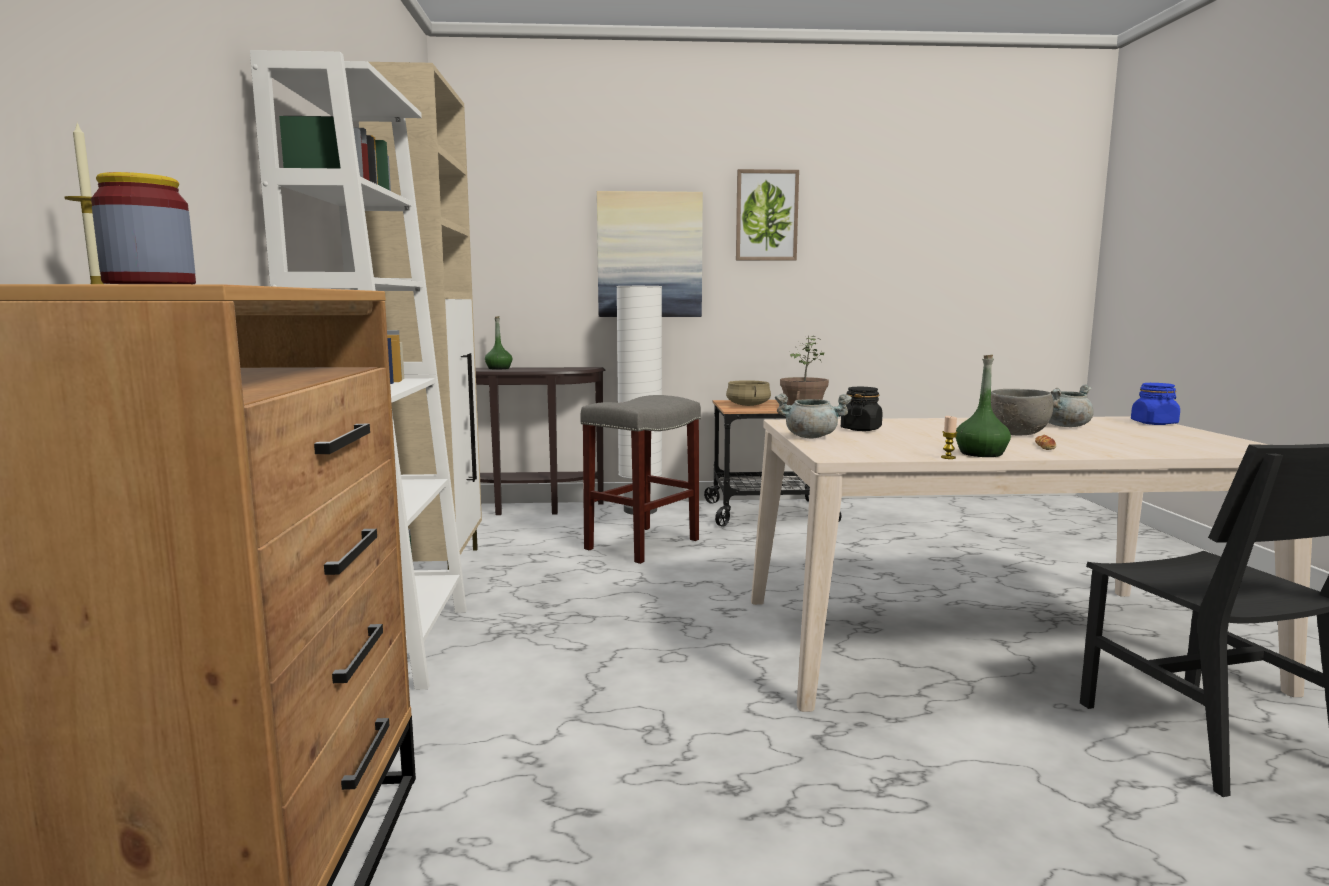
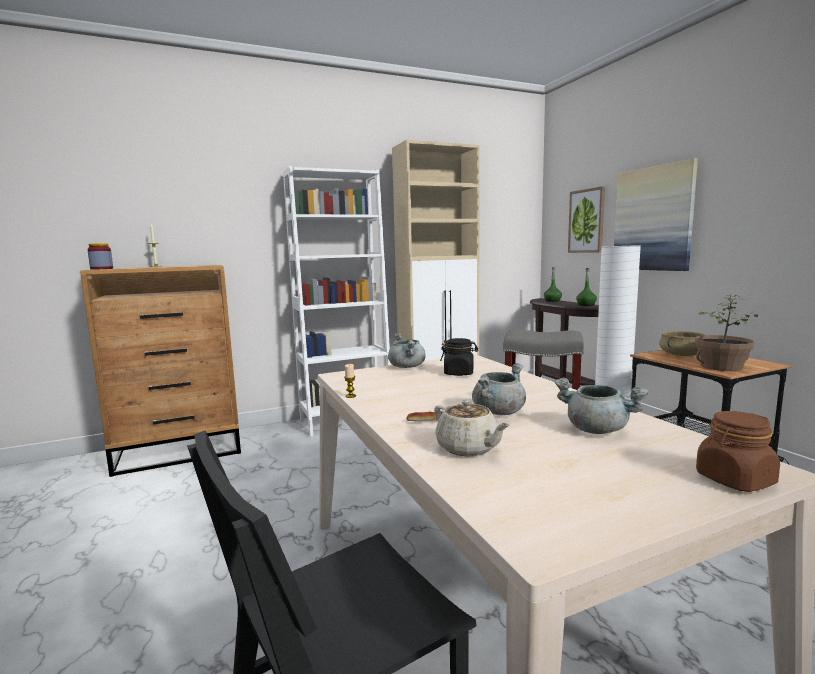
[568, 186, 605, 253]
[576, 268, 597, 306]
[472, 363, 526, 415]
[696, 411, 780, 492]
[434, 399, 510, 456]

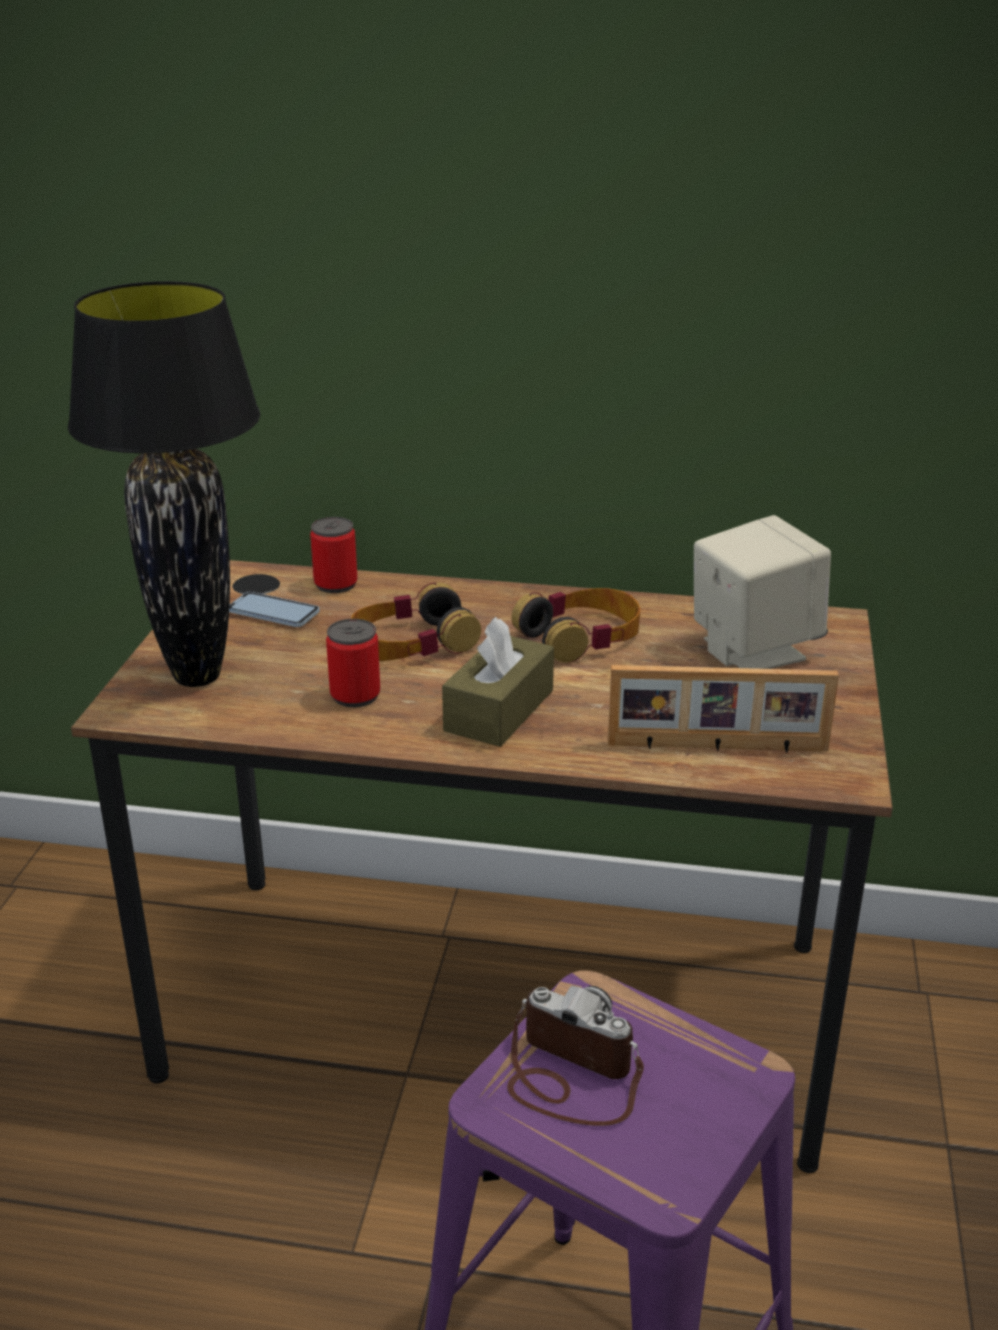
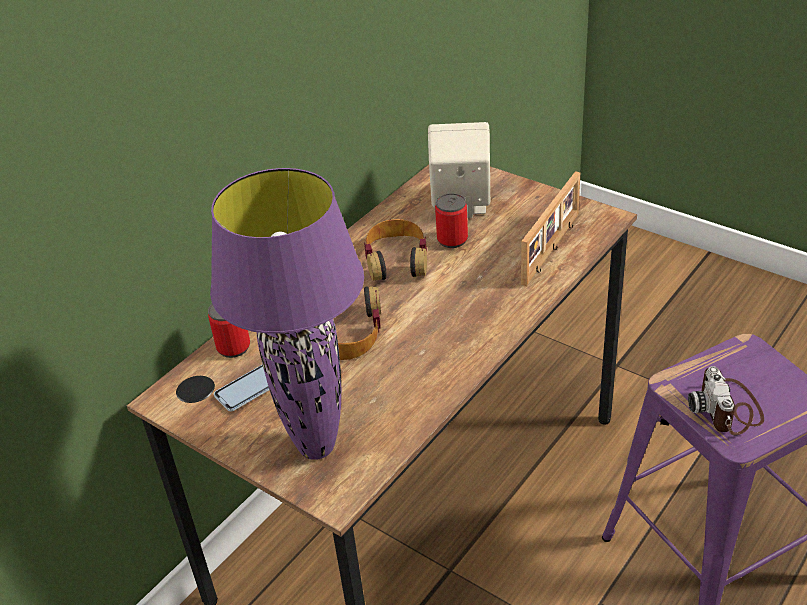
[210, 168, 364, 460]
[435, 193, 468, 248]
[442, 617, 554, 747] (first image)
[688, 366, 764, 436]

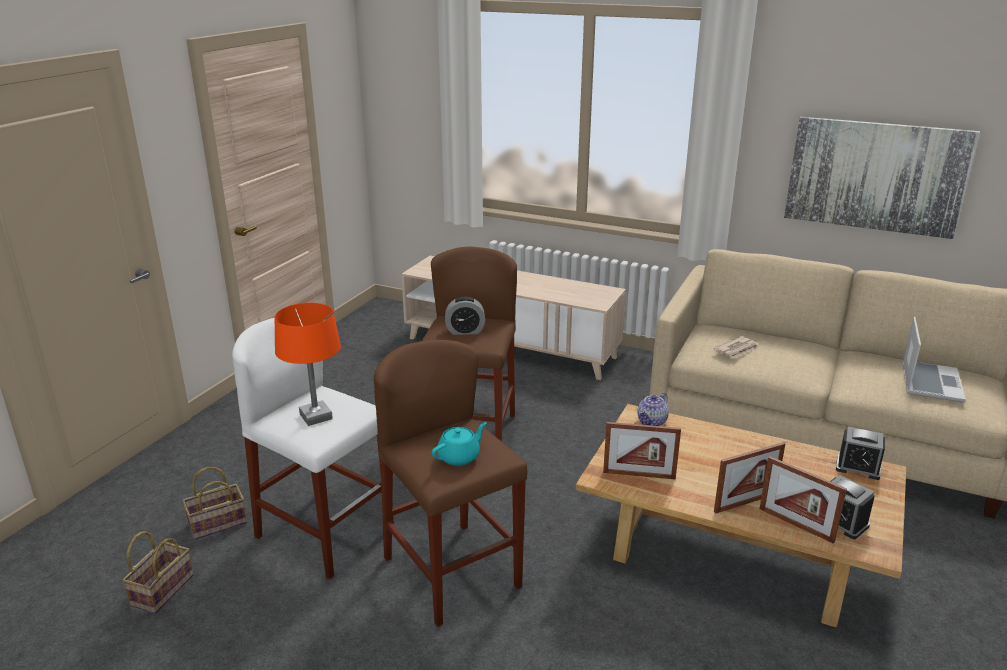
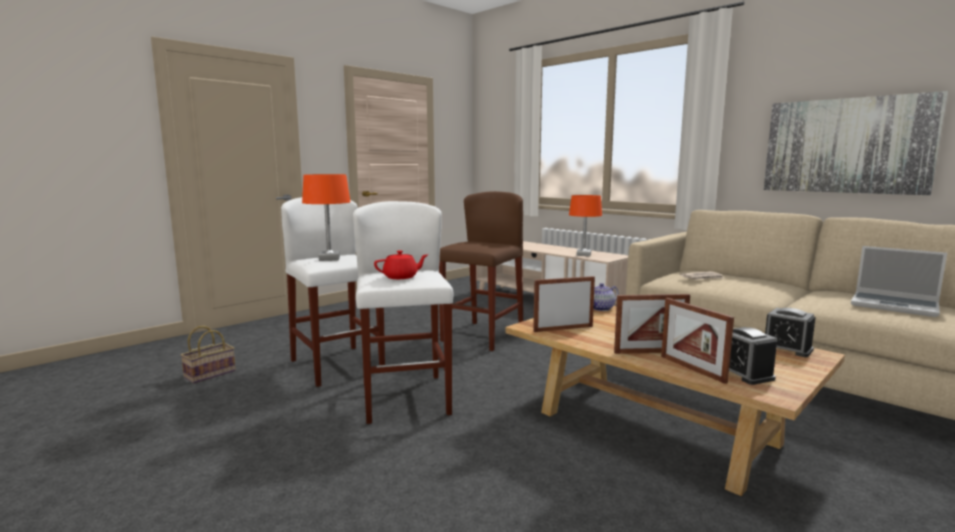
[183, 467, 247, 540] (first image)
[353, 201, 453, 424]
[374, 250, 428, 279]
[445, 297, 485, 335] (first image)
[533, 276, 595, 332]
[851, 246, 947, 317]
[569, 195, 602, 256]

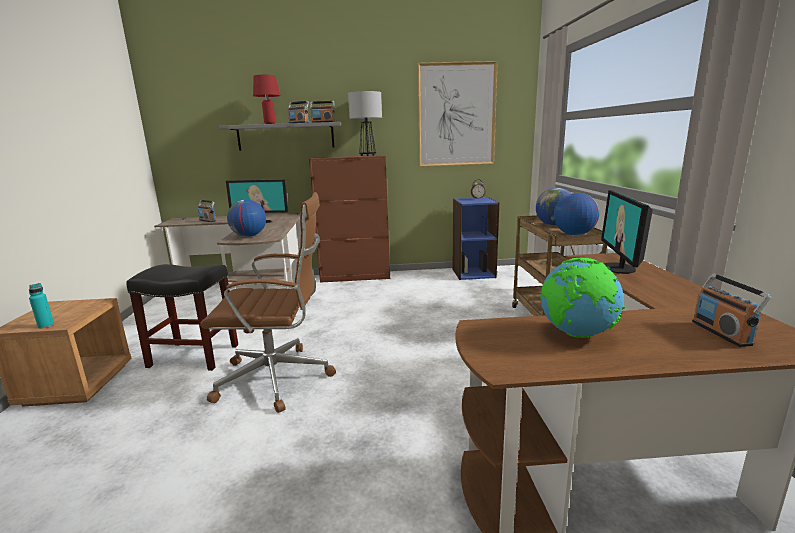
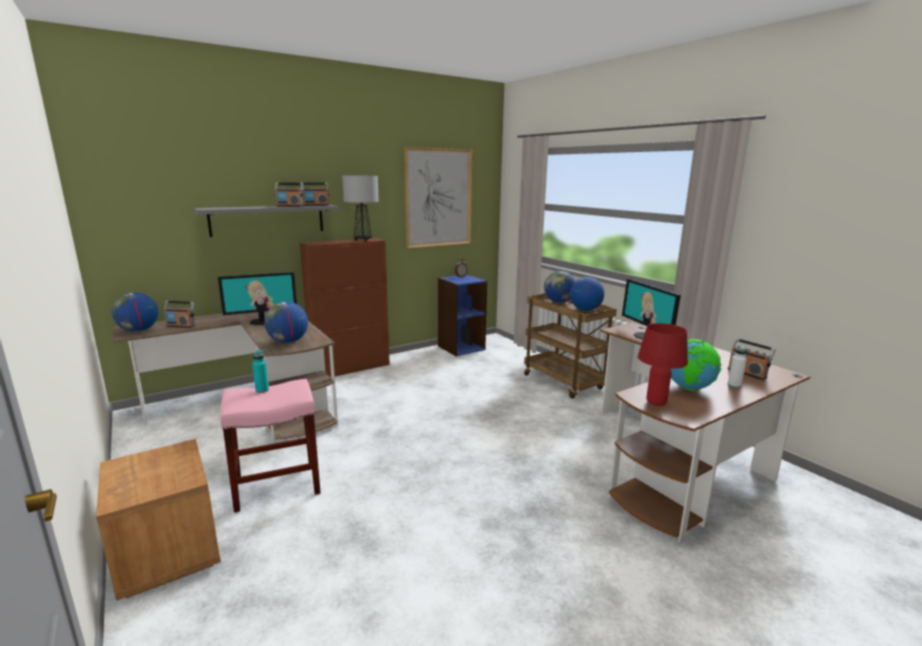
[252, 350, 269, 393]
[220, 379, 321, 513]
[200, 192, 336, 413] (first image)
[638, 323, 688, 406]
[112, 292, 159, 332]
[728, 346, 747, 388]

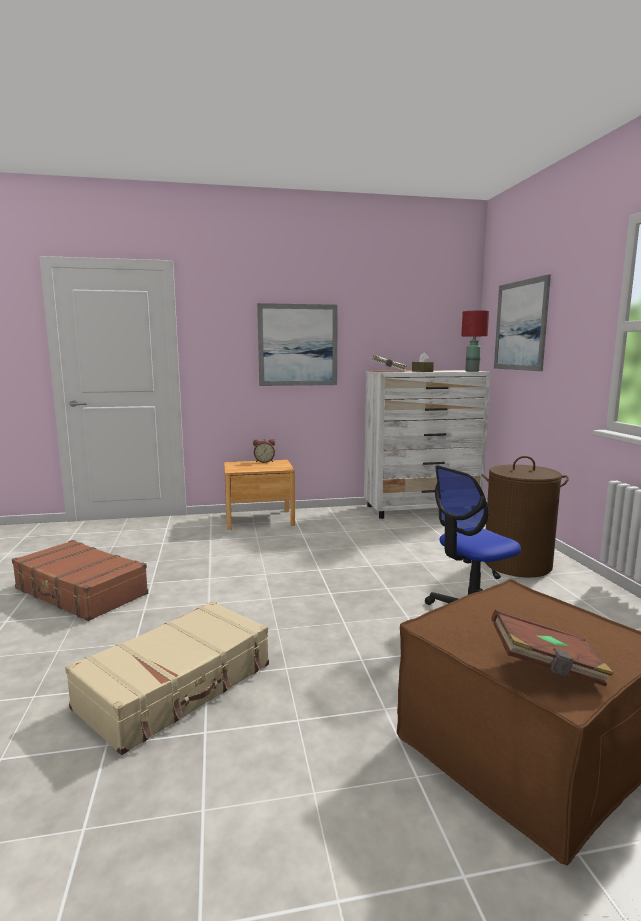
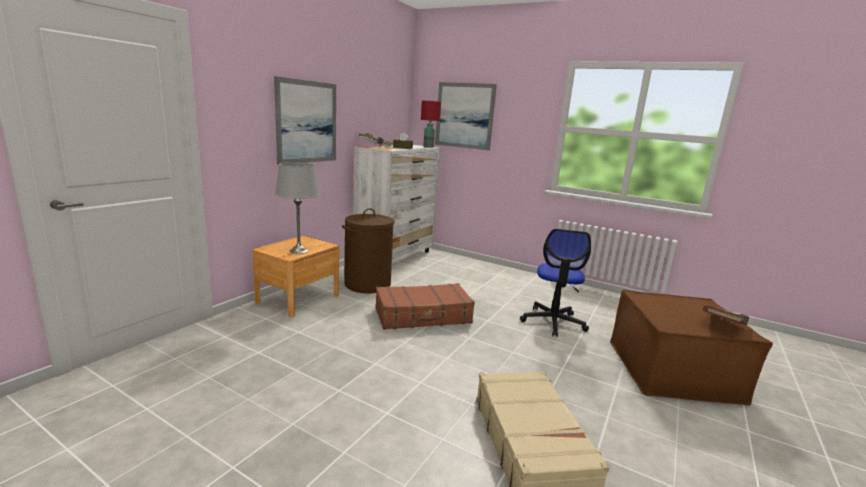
[375, 283, 475, 330]
[253, 439, 275, 463] (first image)
[342, 208, 395, 293]
[275, 162, 320, 254]

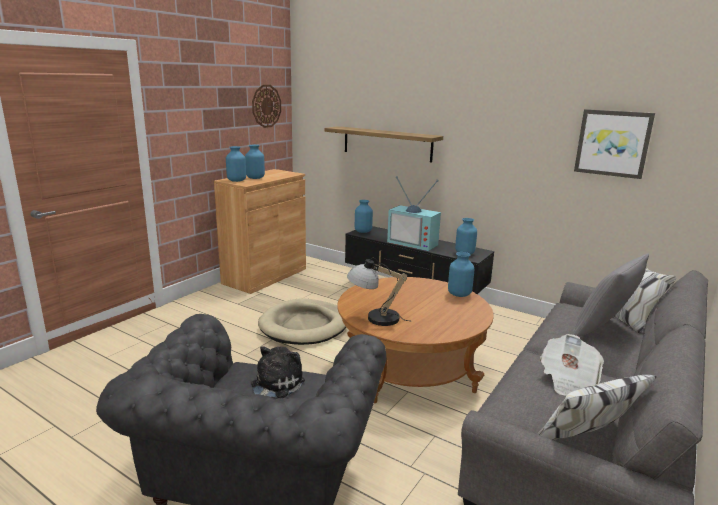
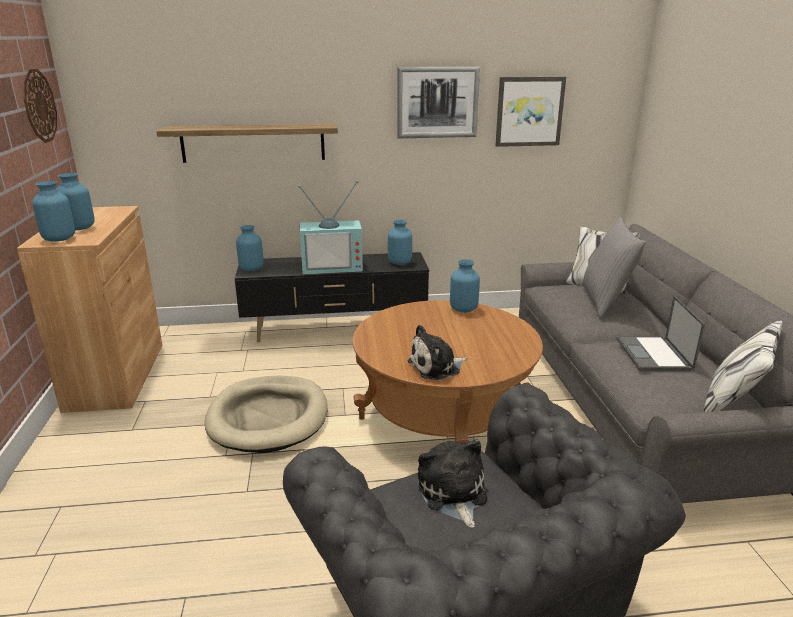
[408, 325, 467, 380]
[617, 296, 705, 371]
[397, 67, 480, 138]

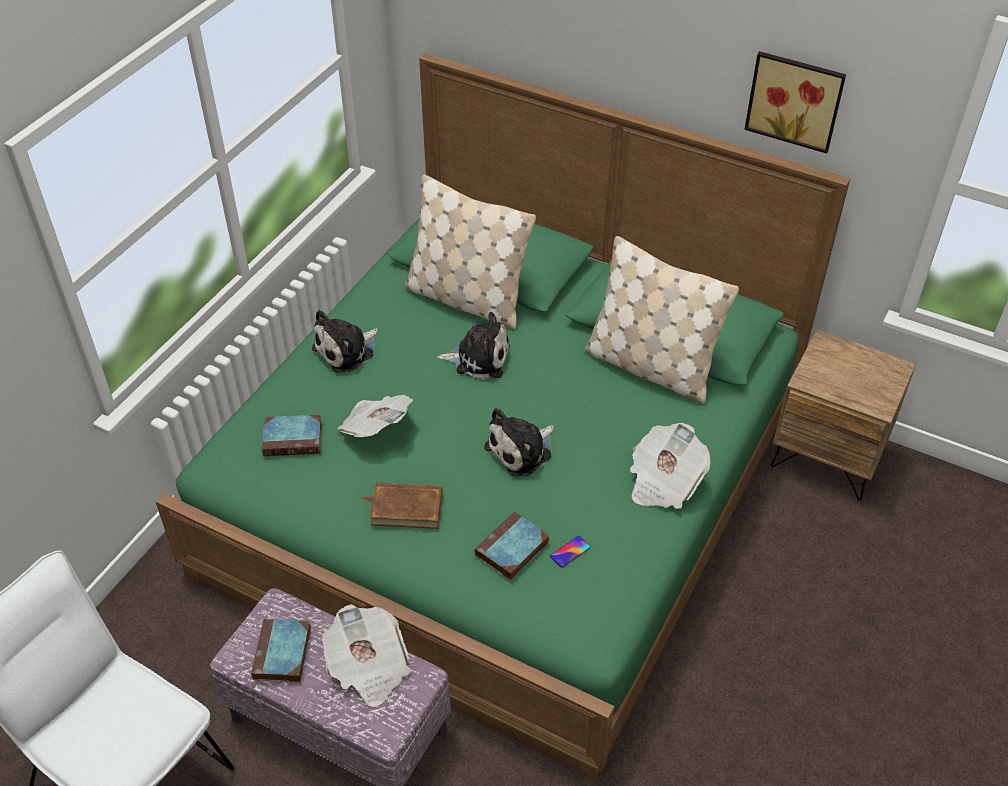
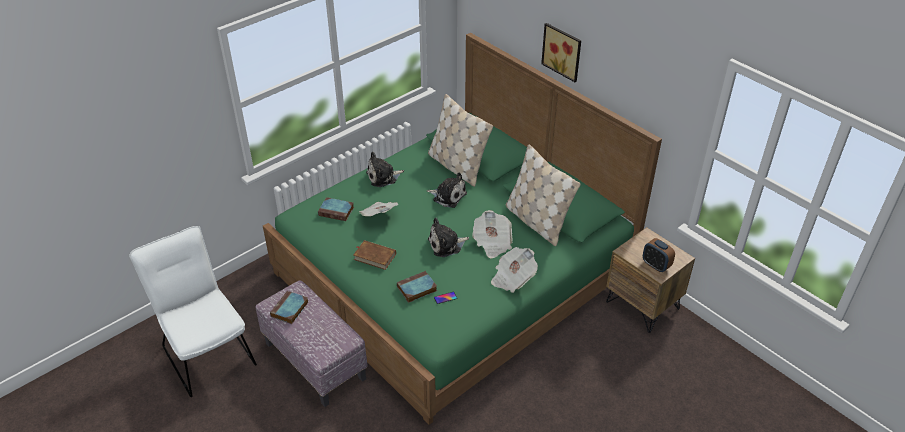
[472, 210, 513, 259]
[541, 23, 581, 82]
[643, 238, 675, 272]

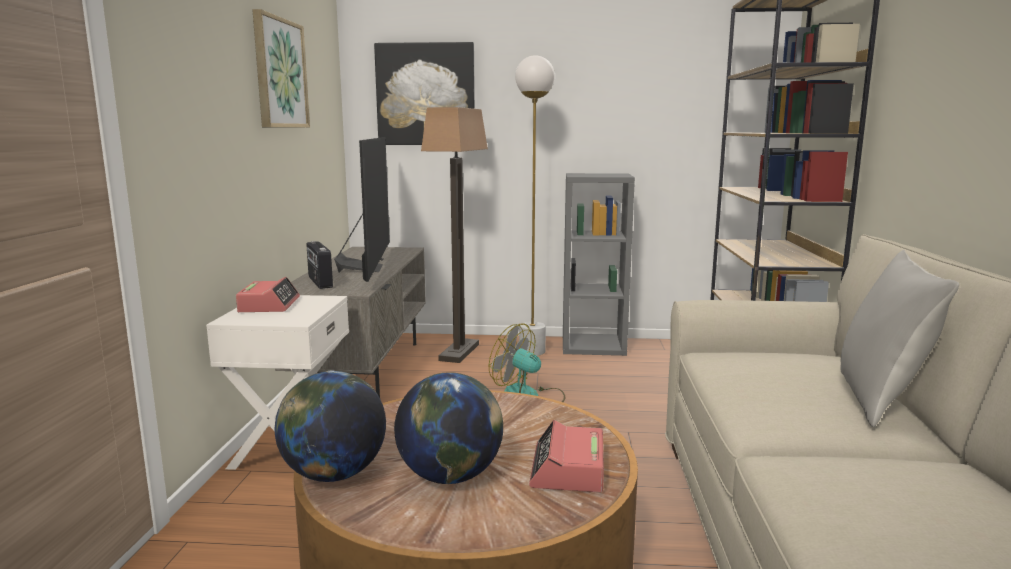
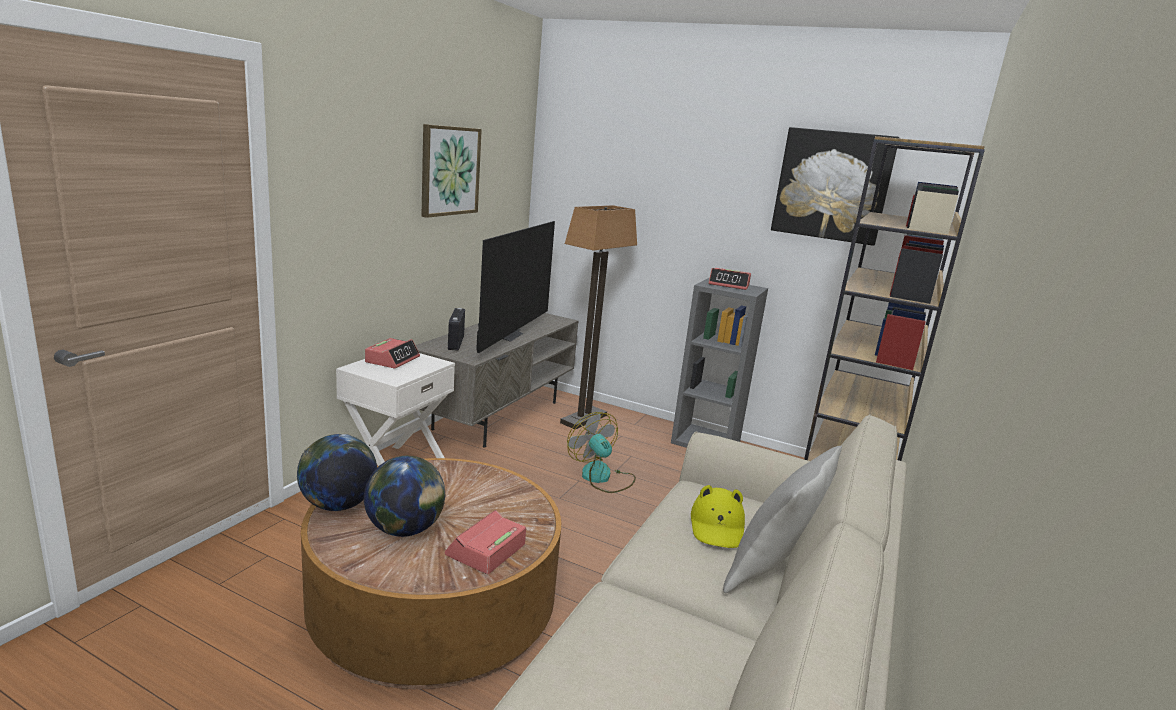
[771, 127, 899, 246]
[515, 55, 555, 356] (first image)
[691, 485, 745, 548]
[708, 268, 751, 290]

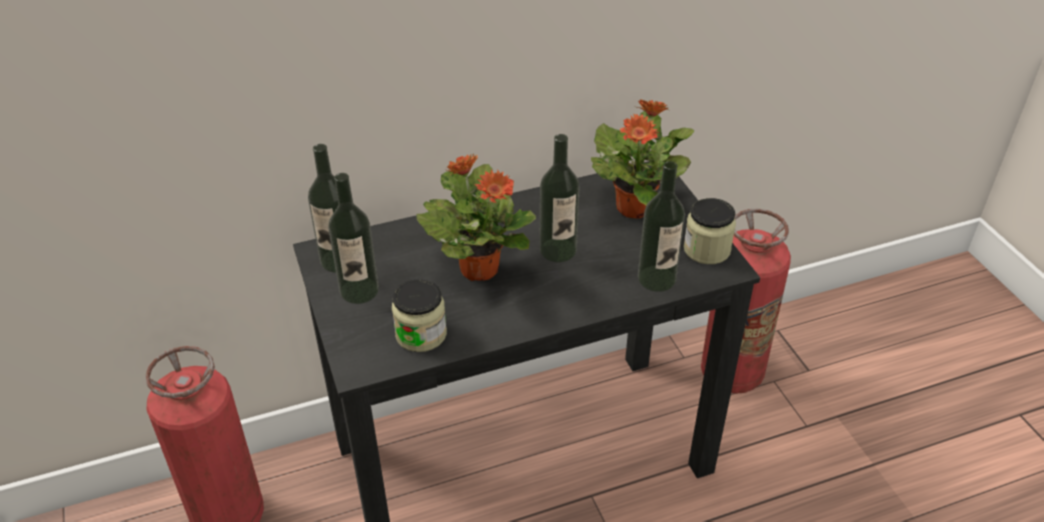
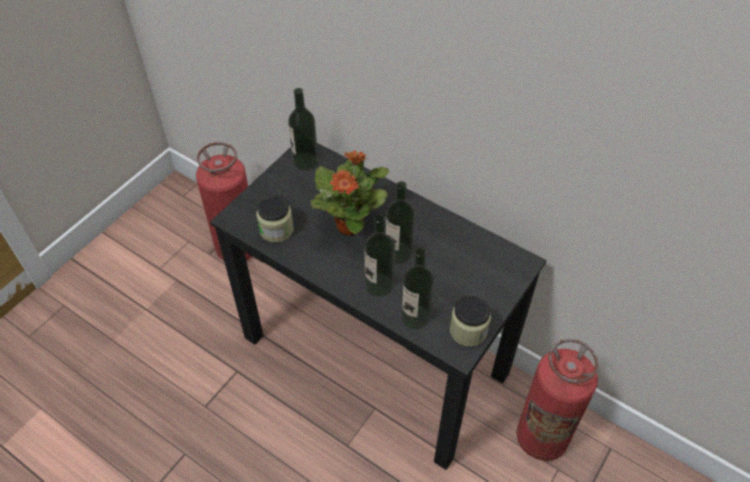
[364, 215, 395, 296]
[591, 100, 694, 219] (first image)

